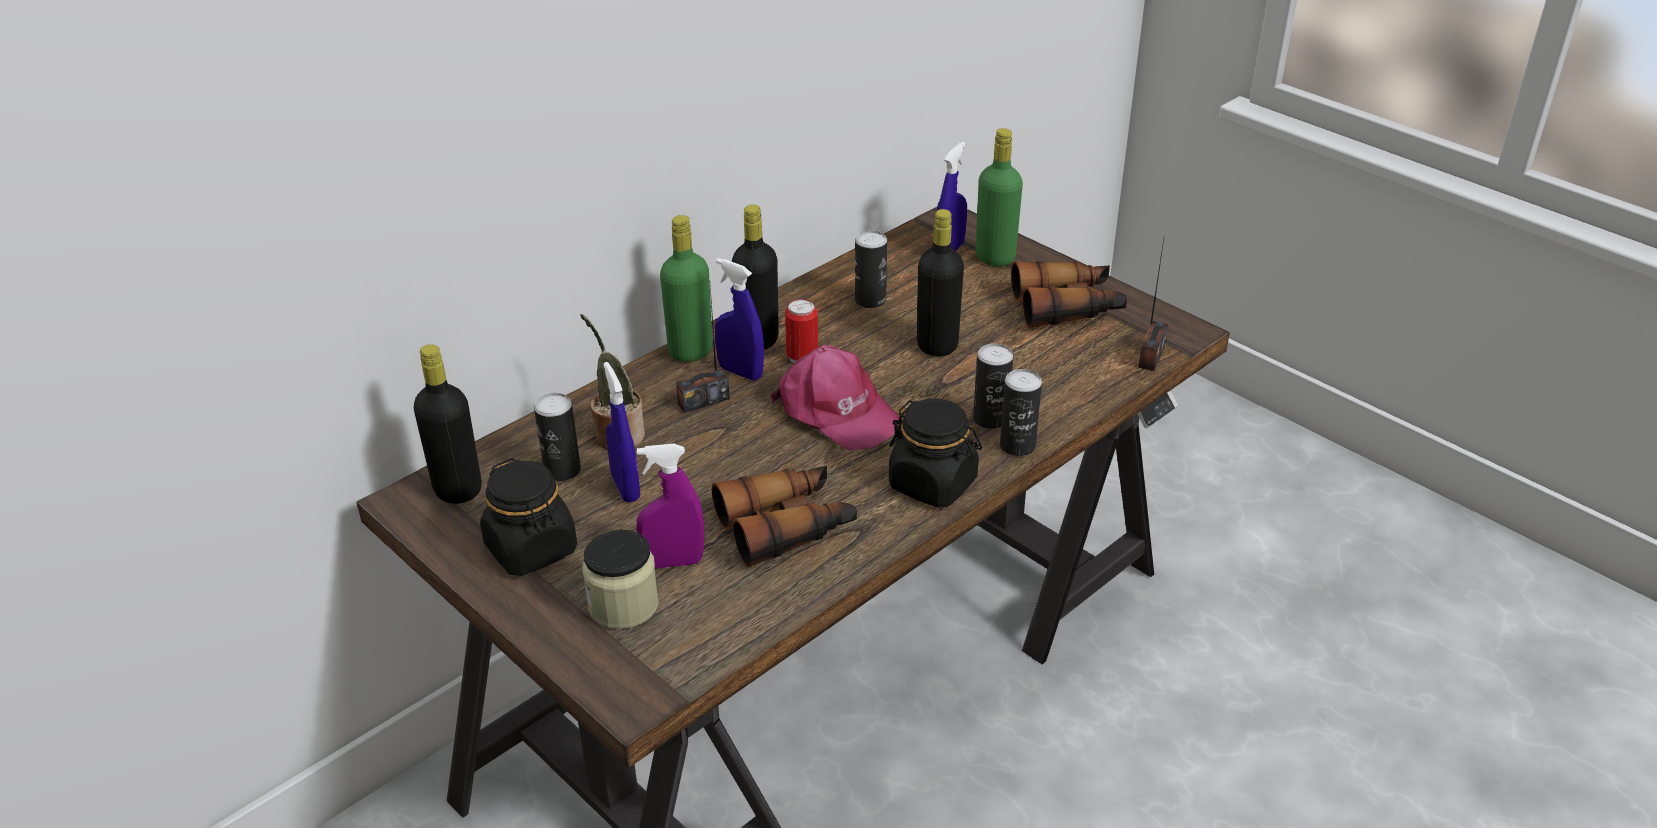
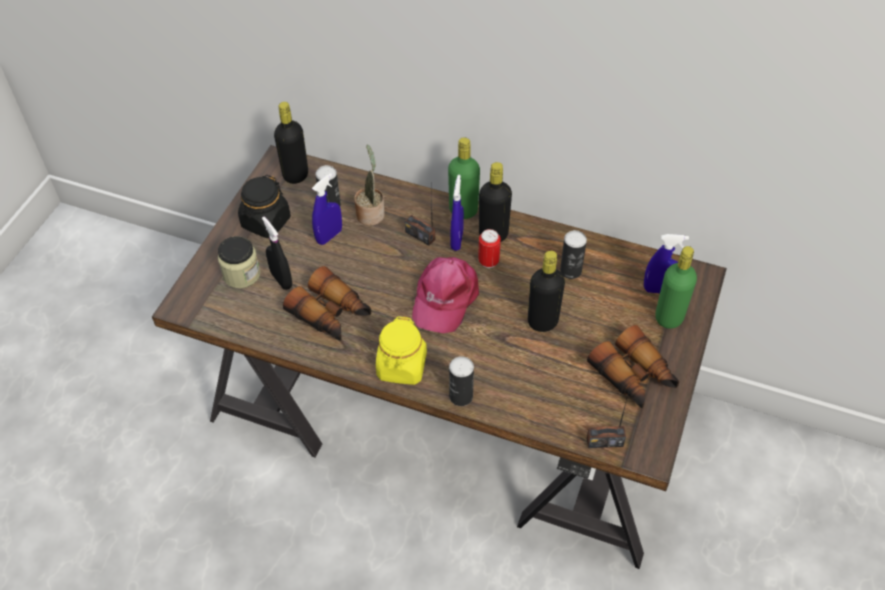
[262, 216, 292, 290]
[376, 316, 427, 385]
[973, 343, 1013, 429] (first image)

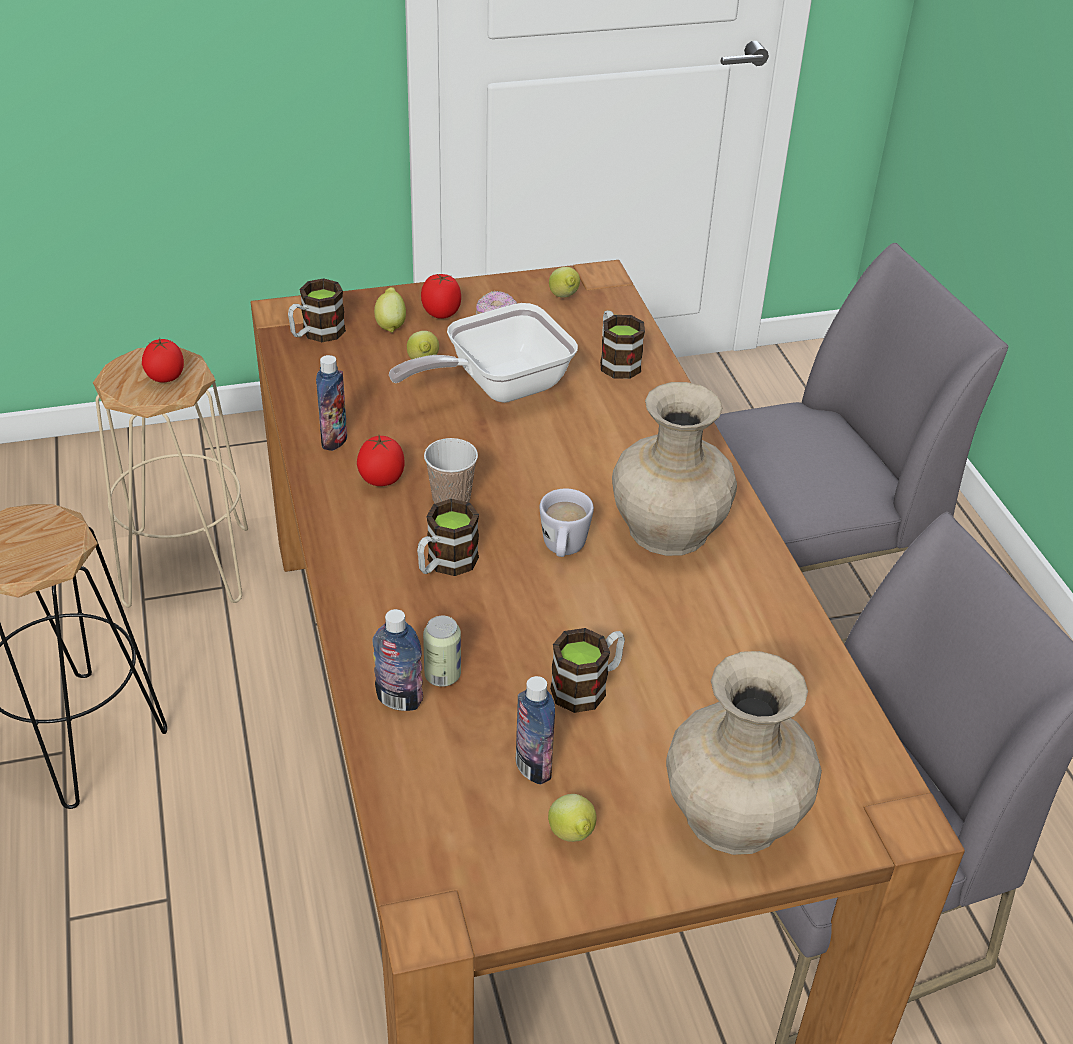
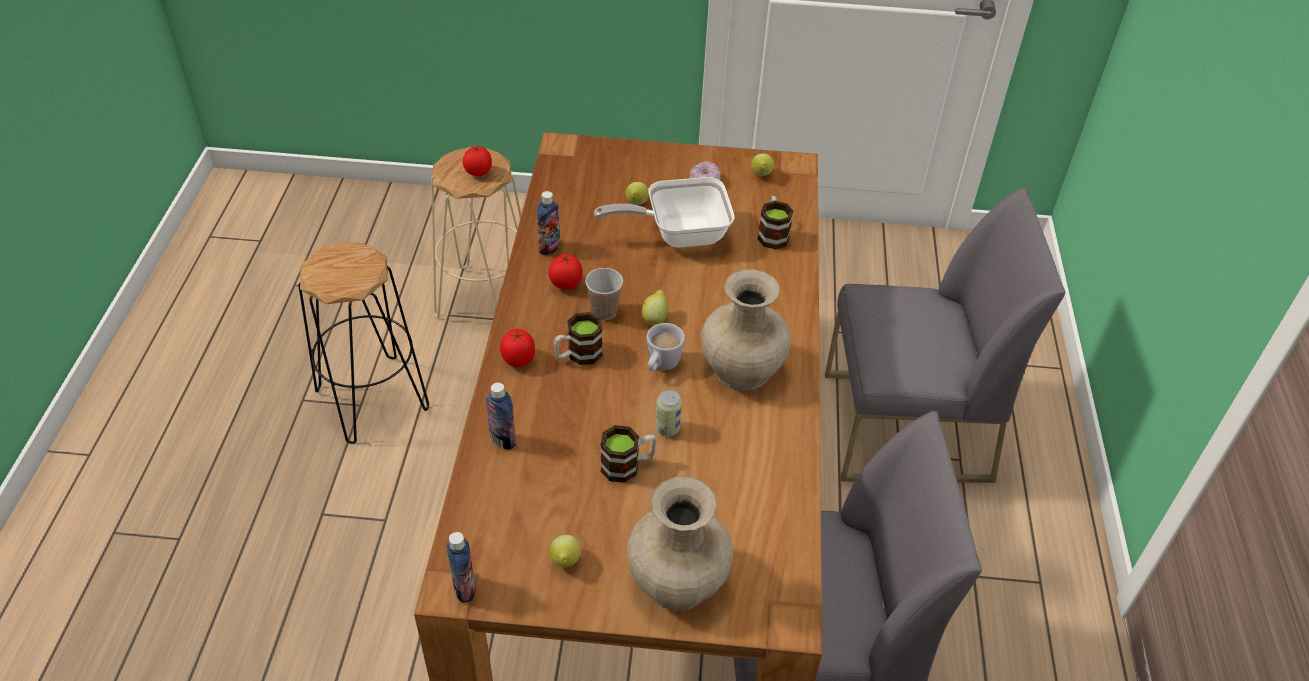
[288, 278, 346, 342] (first image)
[642, 290, 668, 327]
[500, 329, 535, 367]
[655, 390, 682, 436]
[447, 532, 476, 603]

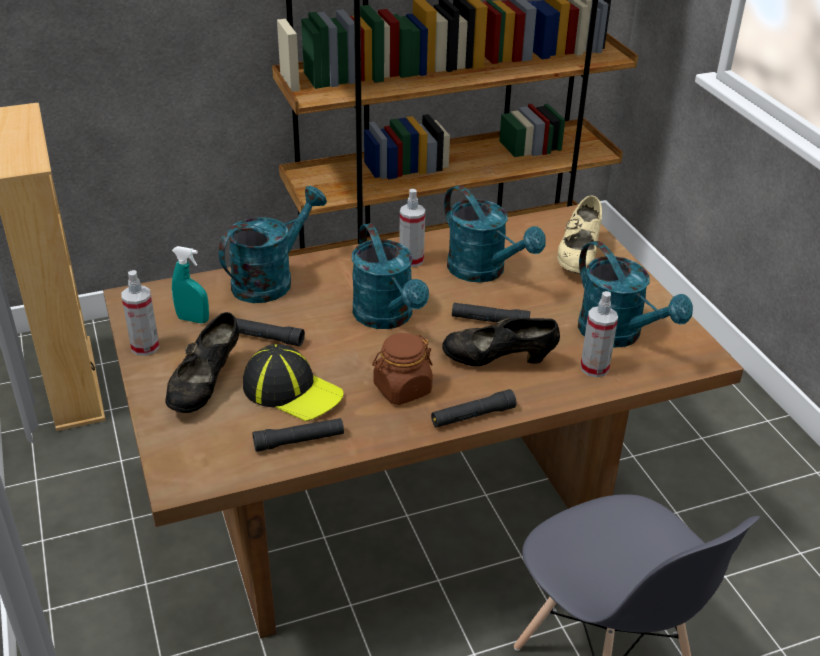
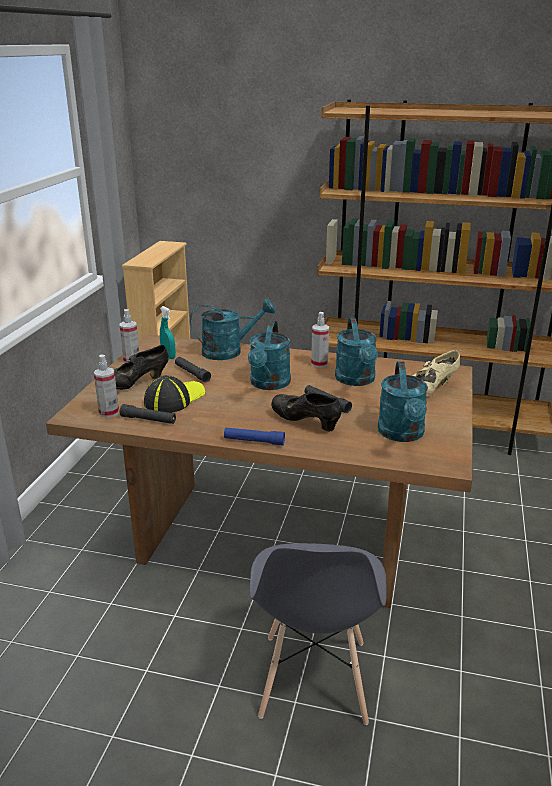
[144, 375, 205, 413]
[372, 333, 433, 405] (first image)
[224, 428, 285, 446]
[94, 355, 119, 418]

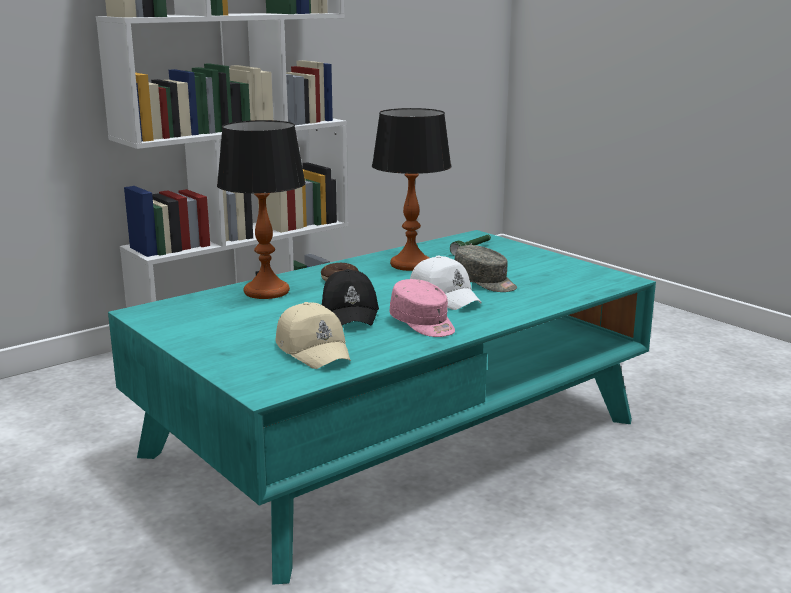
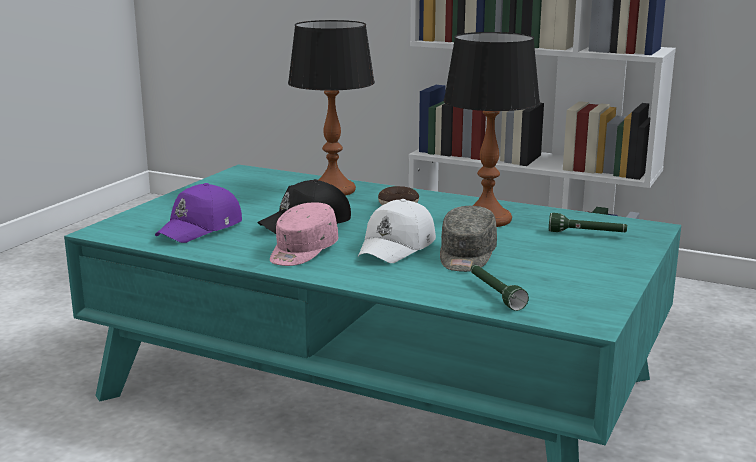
[155, 183, 242, 243]
[471, 265, 529, 311]

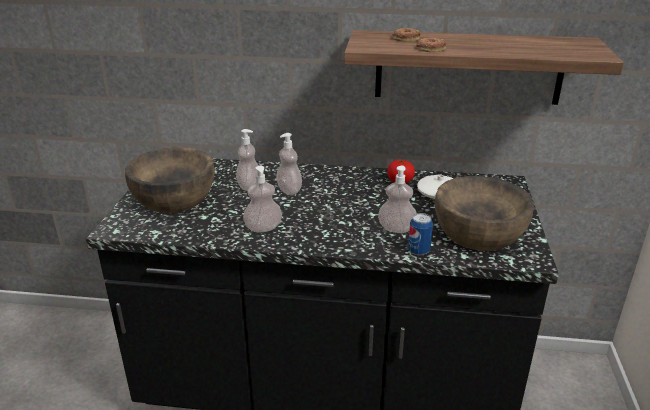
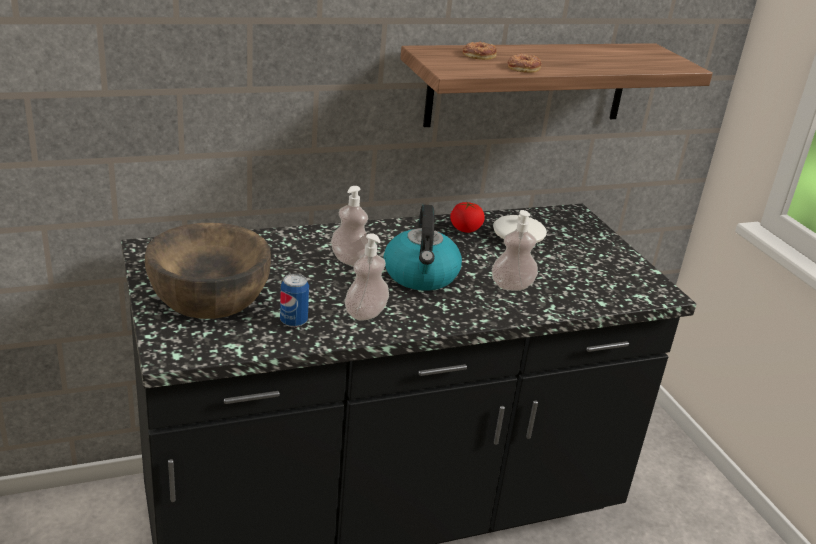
[236, 129, 258, 191] (first image)
[280, 274, 309, 327]
[435, 176, 534, 251] (first image)
[384, 205, 462, 290]

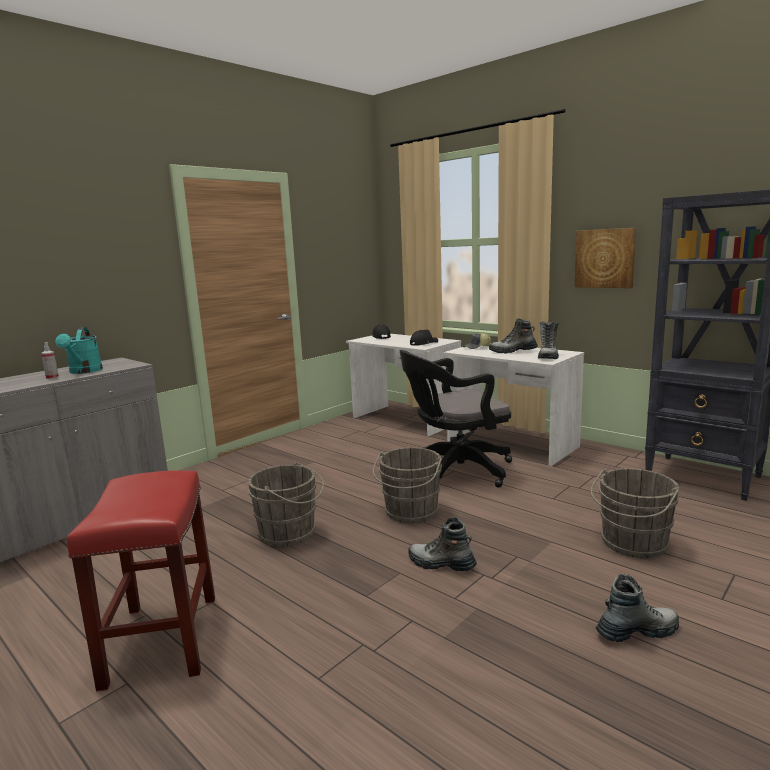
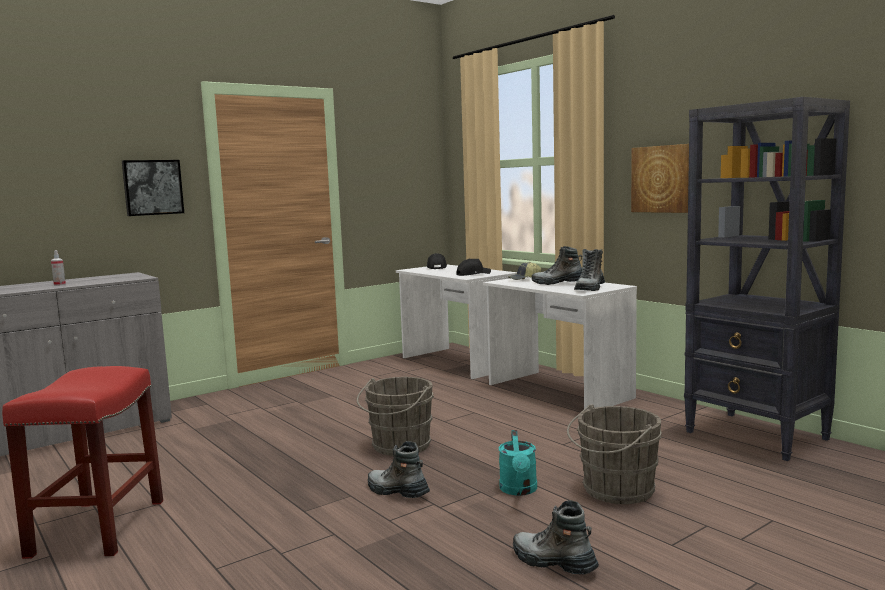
[498, 430, 537, 496]
[248, 462, 324, 547] (first image)
[400, 350, 512, 488] (first image)
[513, 500, 599, 575]
[122, 160, 184, 216]

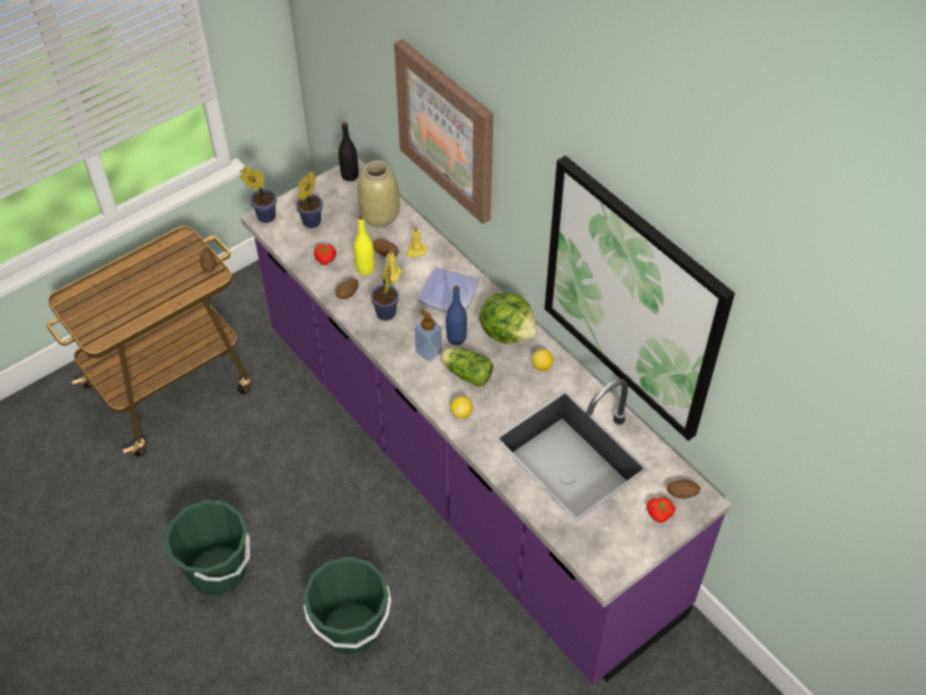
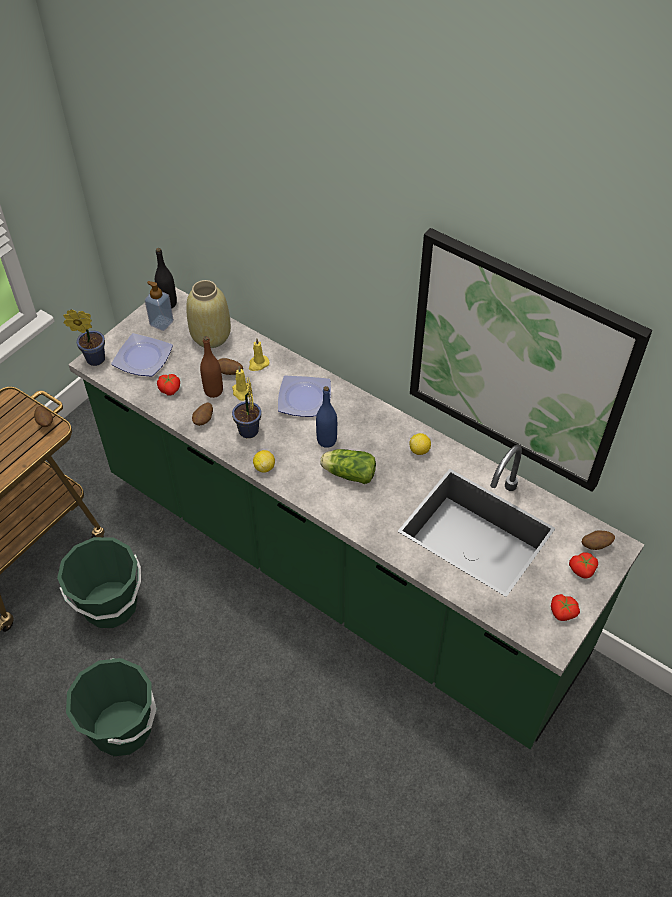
[68, 287, 644, 749]
[111, 333, 173, 377]
[57, 537, 141, 628]
[200, 336, 223, 398]
[394, 39, 493, 224] (first image)
[145, 281, 174, 331]
[253, 450, 275, 473]
[479, 293, 538, 344] (first image)
[551, 594, 580, 621]

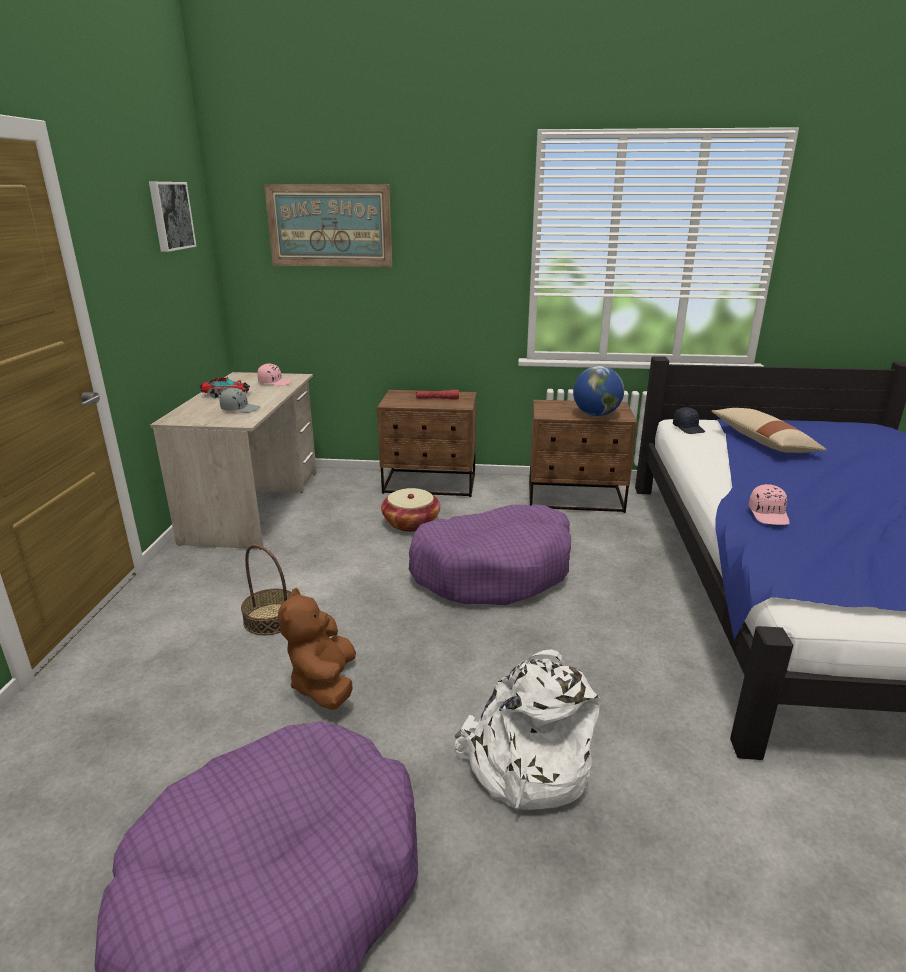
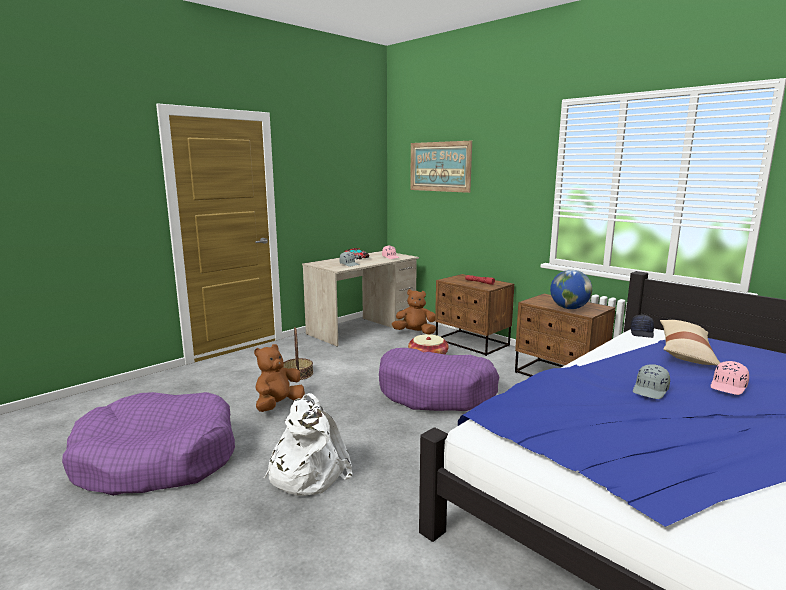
[149, 182, 197, 252] (first image)
[711, 361, 749, 395]
[392, 289, 436, 335]
[633, 364, 670, 399]

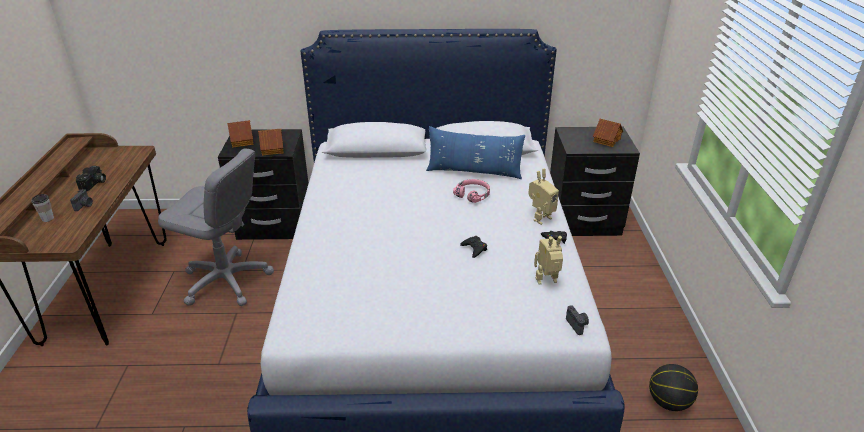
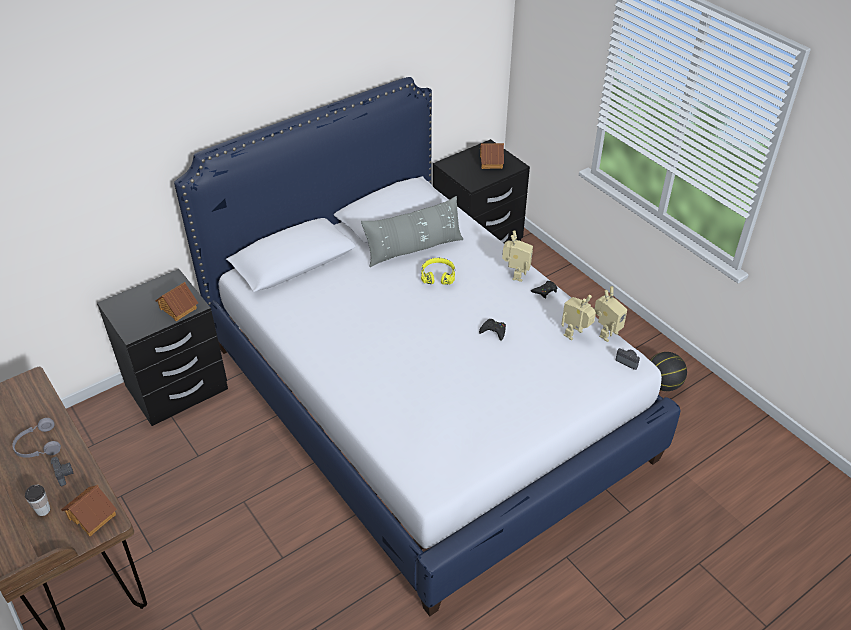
[12, 418, 61, 458]
[158, 149, 274, 306] (first image)
[61, 485, 117, 536]
[361, 196, 463, 267]
[421, 258, 455, 285]
[594, 287, 627, 342]

